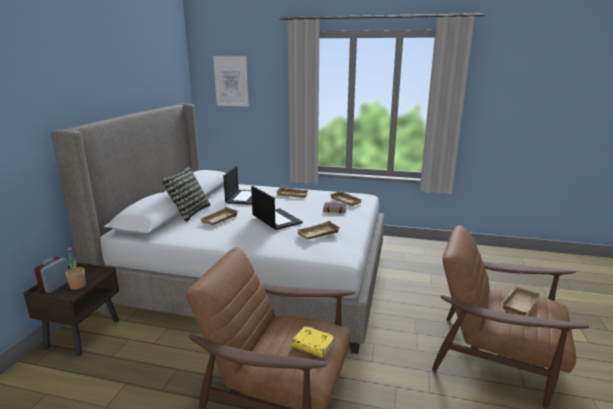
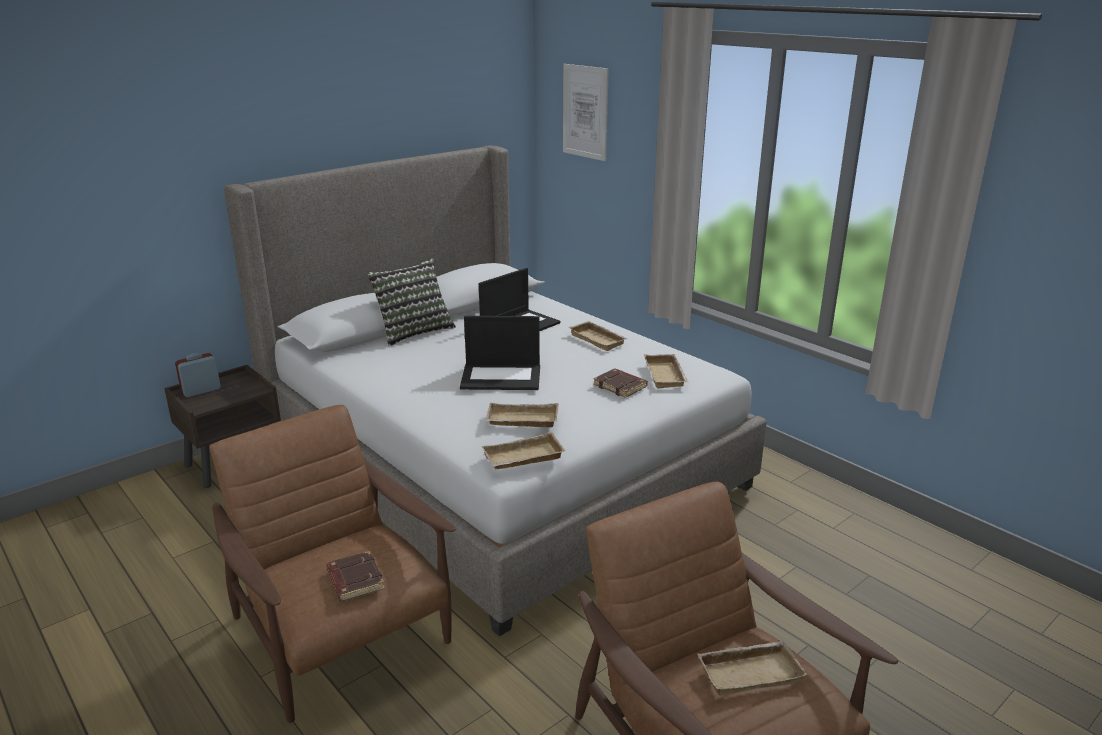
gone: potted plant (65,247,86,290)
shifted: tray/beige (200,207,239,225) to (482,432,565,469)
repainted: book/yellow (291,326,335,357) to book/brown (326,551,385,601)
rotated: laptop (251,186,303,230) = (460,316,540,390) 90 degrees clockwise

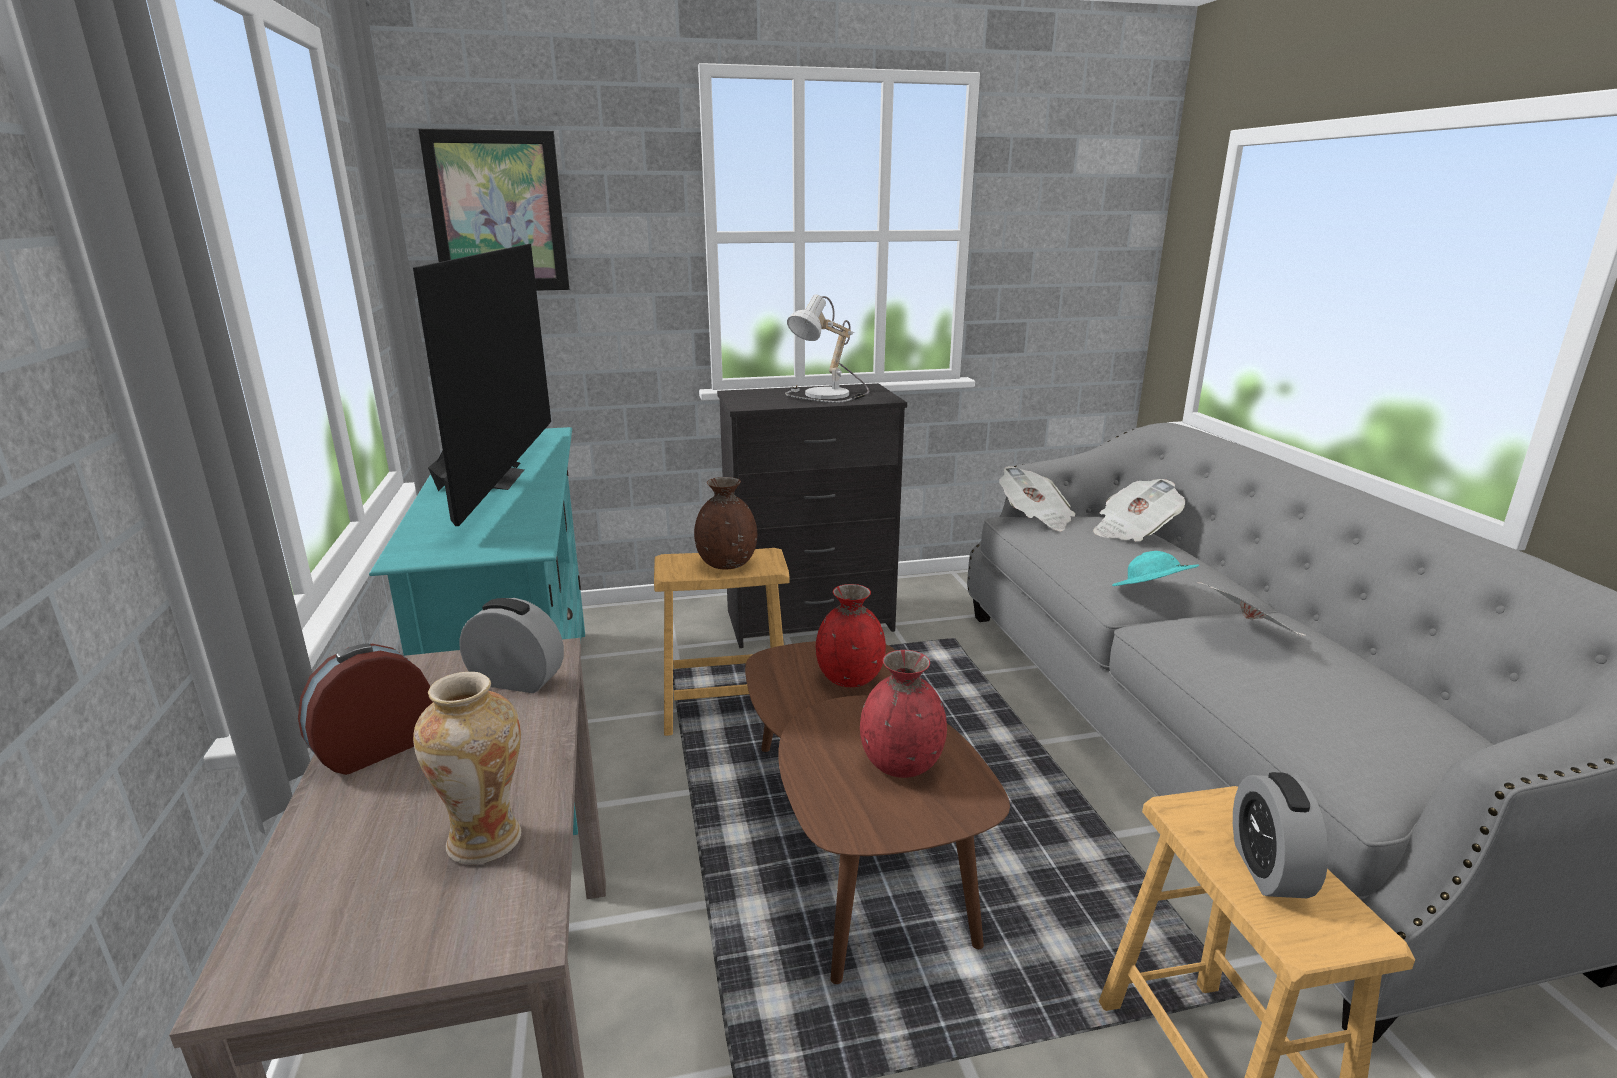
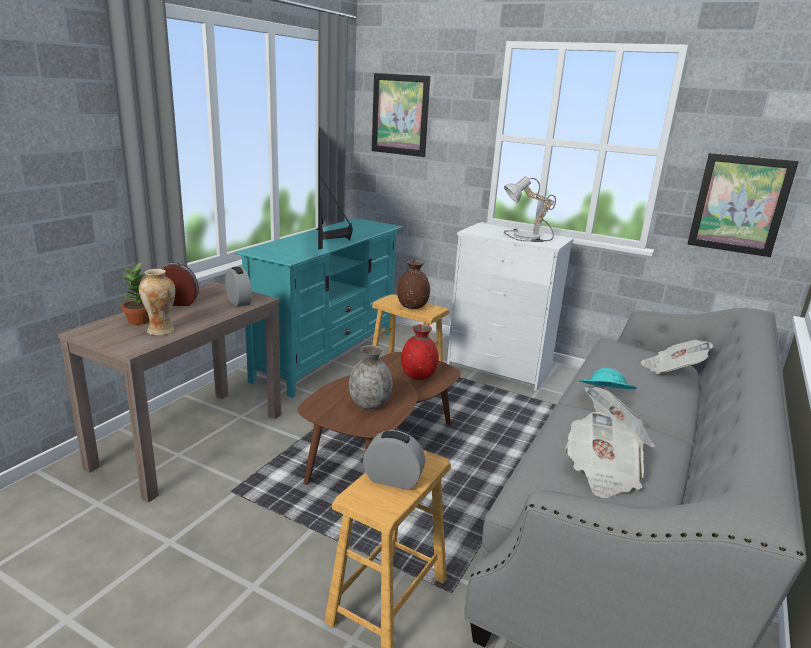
new: potted plant (121,261,149,325); picture (687,153,799,257)
shifted: newspaper (999,466,1075,531) to (566,412,644,498)
repainted: dresser/black (717,383,907,648) to dresser/white (447,223,574,391); vase/red (860,650,947,778) to vase/grey (349,345,392,409)
rotated: television (413,244,551,526) = (317,127,353,250) 135 degrees clockwise; alarm clock (1233,772,1329,898) = (363,430,425,490) 60 degrees clockwise

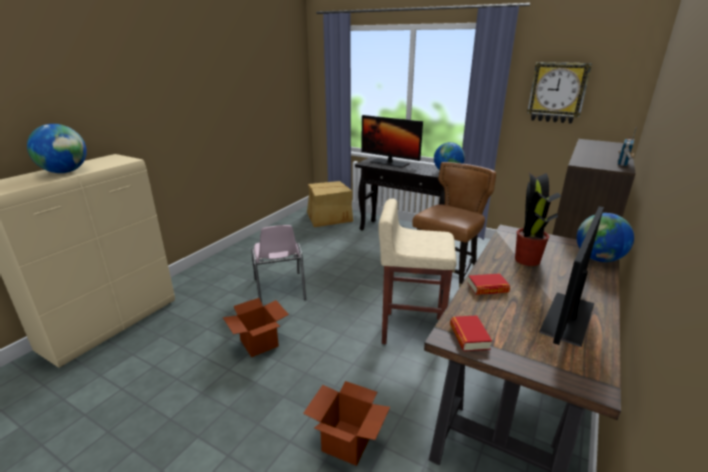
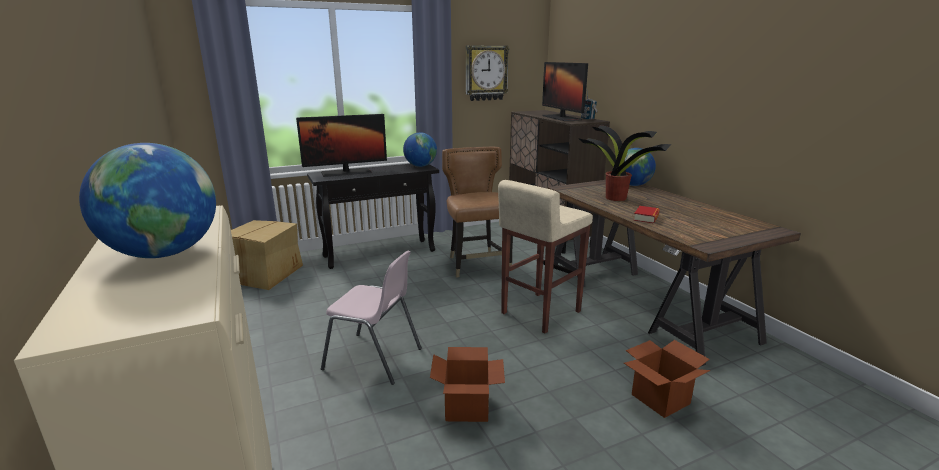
gone: book (450,315,492,351)
shifted: monitor (539,206,604,347) to (542,62,588,121)

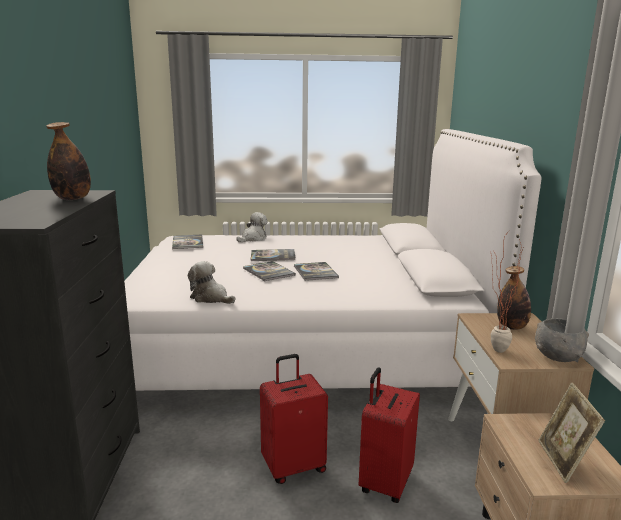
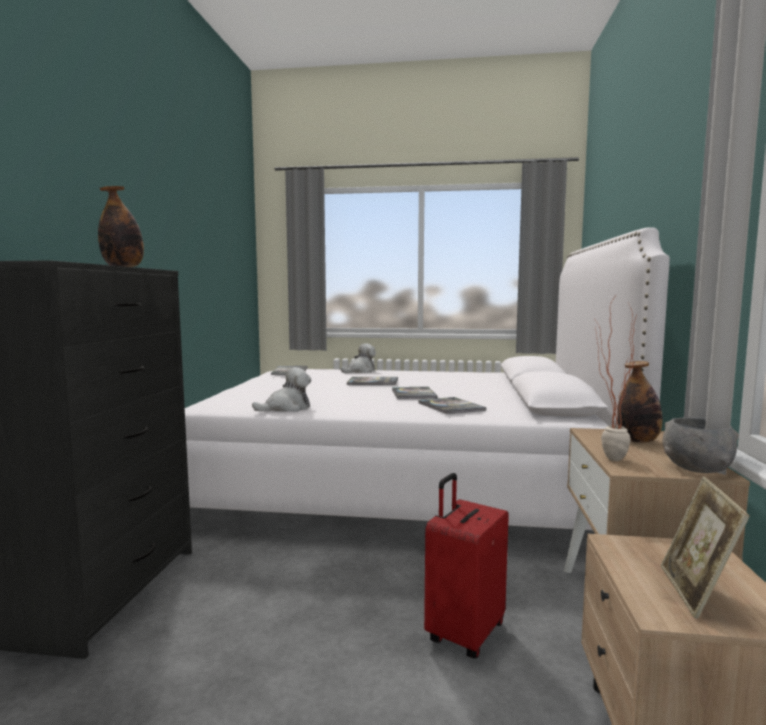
gone: suitcase/red (260,354,328,484)
shifted: book (243,261,296,281) to (419,397,486,414)
rotated: plush toy (188,261,235,304) = (252,367,311,412) 105 degrees clockwise

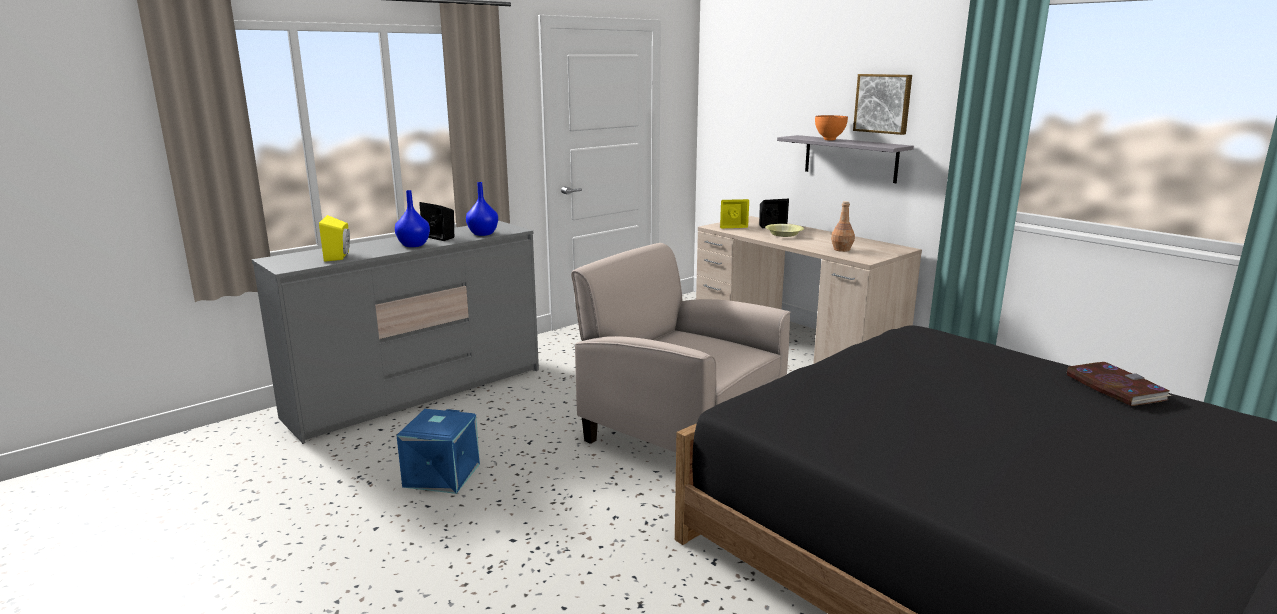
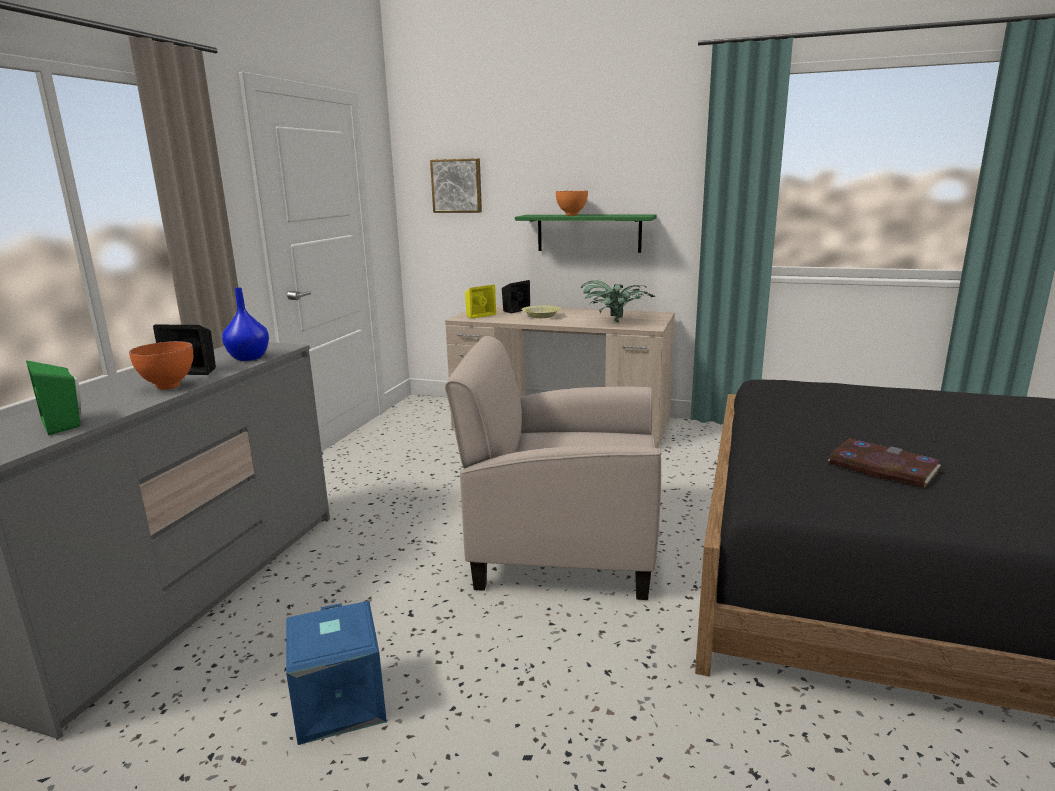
shifted: picture (853,74,912,135) to (430,158,482,213); book (1066,362,1172,406) to (827,438,941,488)
swapped: vase/blue (395,190,430,247) to bowl/orange (129,341,193,390); bottle/brown (831,201,855,252) to potted plant (581,280,656,323)
repainted: speaker/yellow (319,215,350,262) to speaker/green (26,360,81,435); shelf/grey (777,135,914,183) to shelf/green (515,215,657,253)

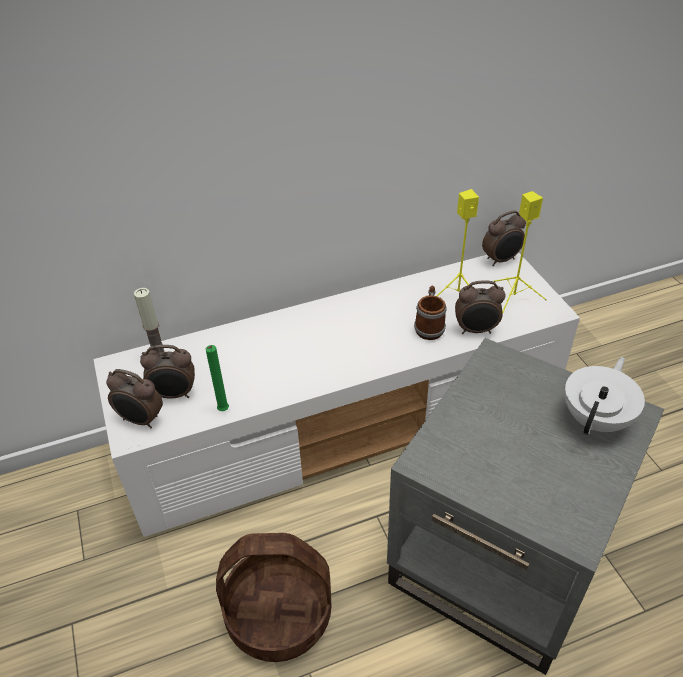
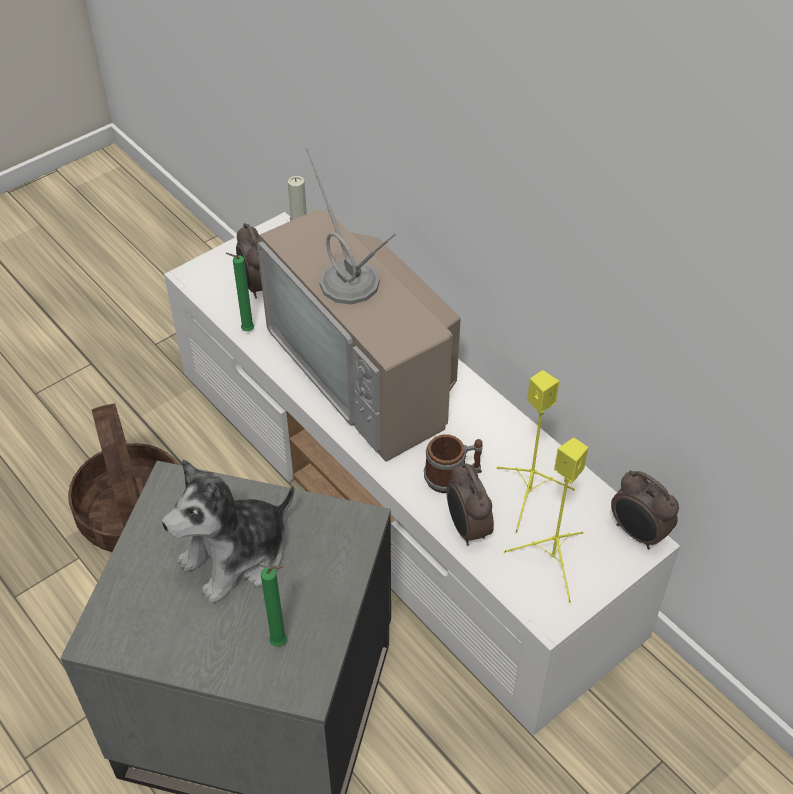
gone: alarm clock (106,369,163,428)
new: plush toy (162,460,294,604); television (257,148,461,462)
swapped: teapot/white (565,357,645,435) to candle/green (261,566,287,647)

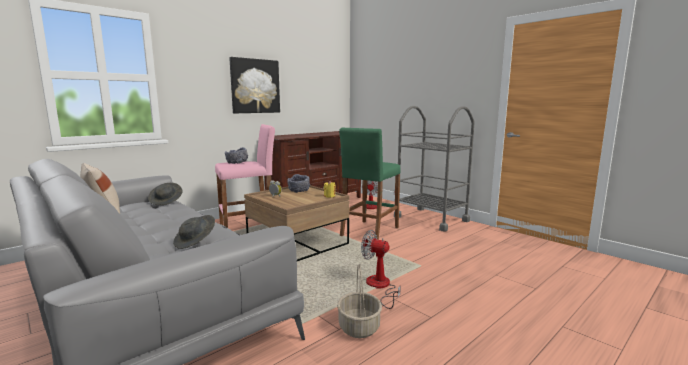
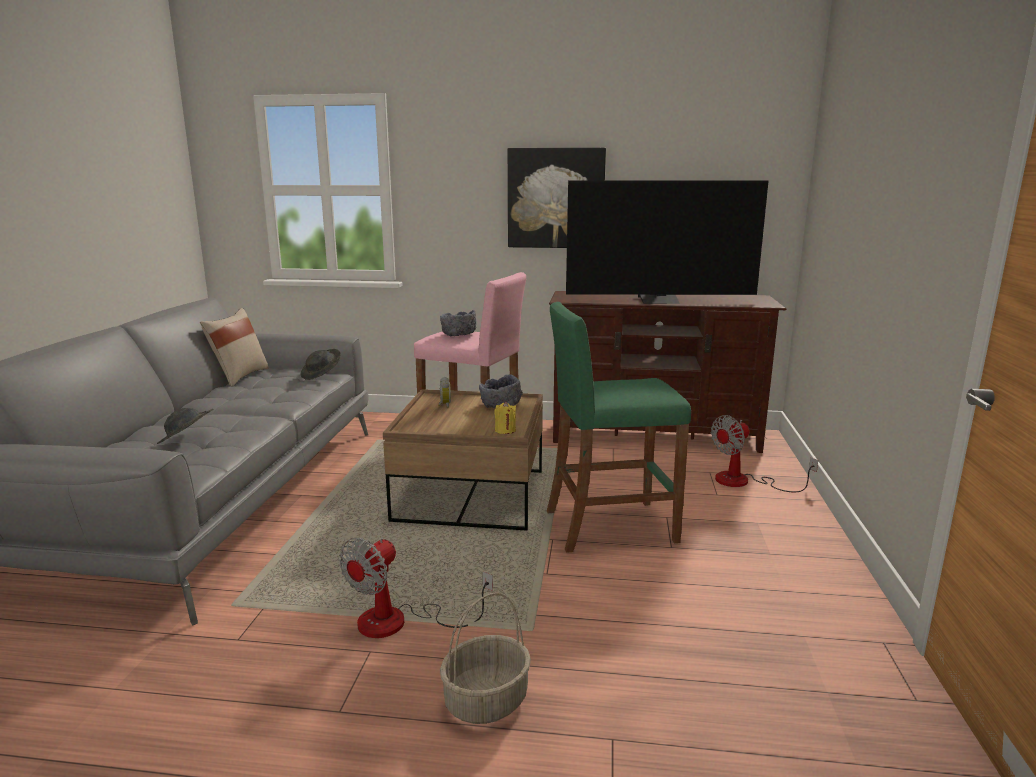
gone: cart/grey (394,106,475,232)
new: television (566,180,769,304)
shifted: basket (337,263,382,338) to (440,592,531,724)
rotated: fan (361,230,401,309) = (339,537,493,638) 135 degrees counterclockwise

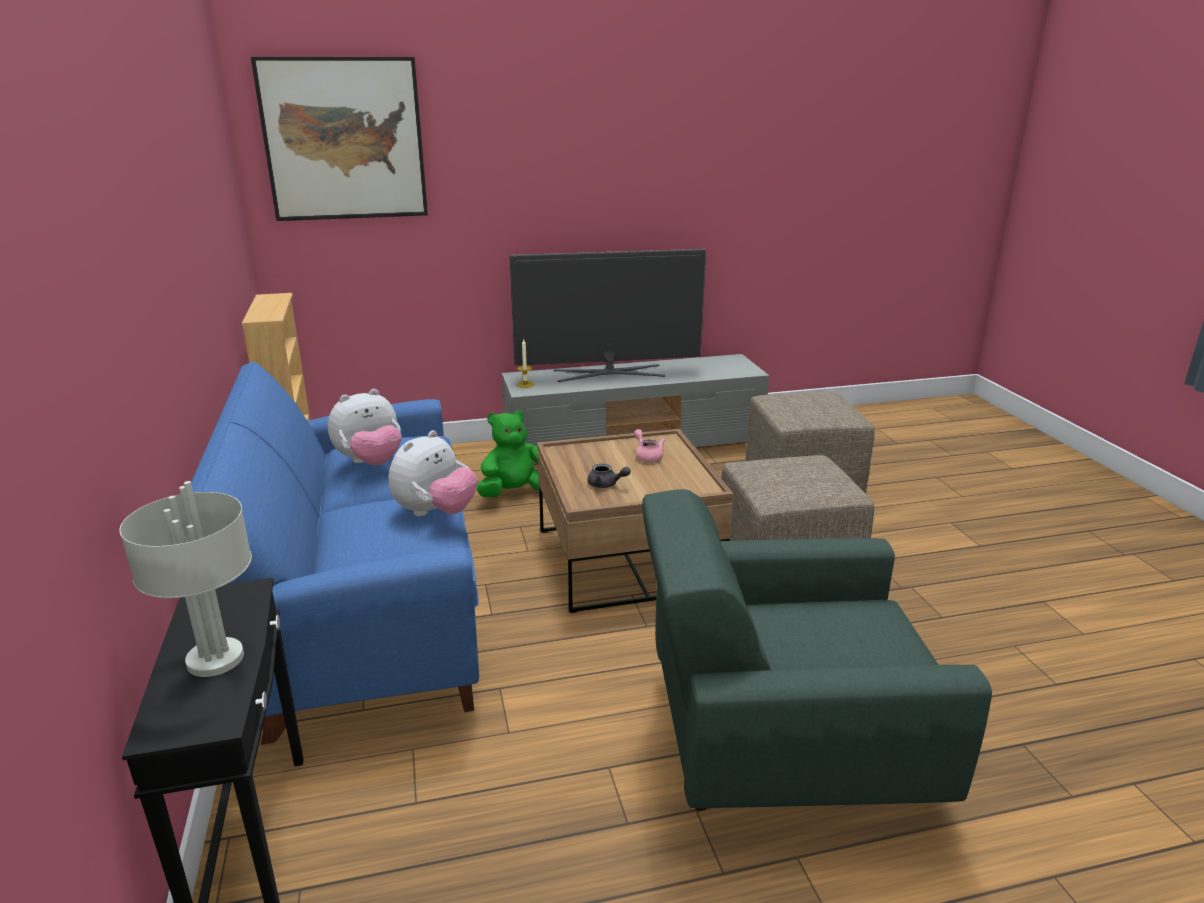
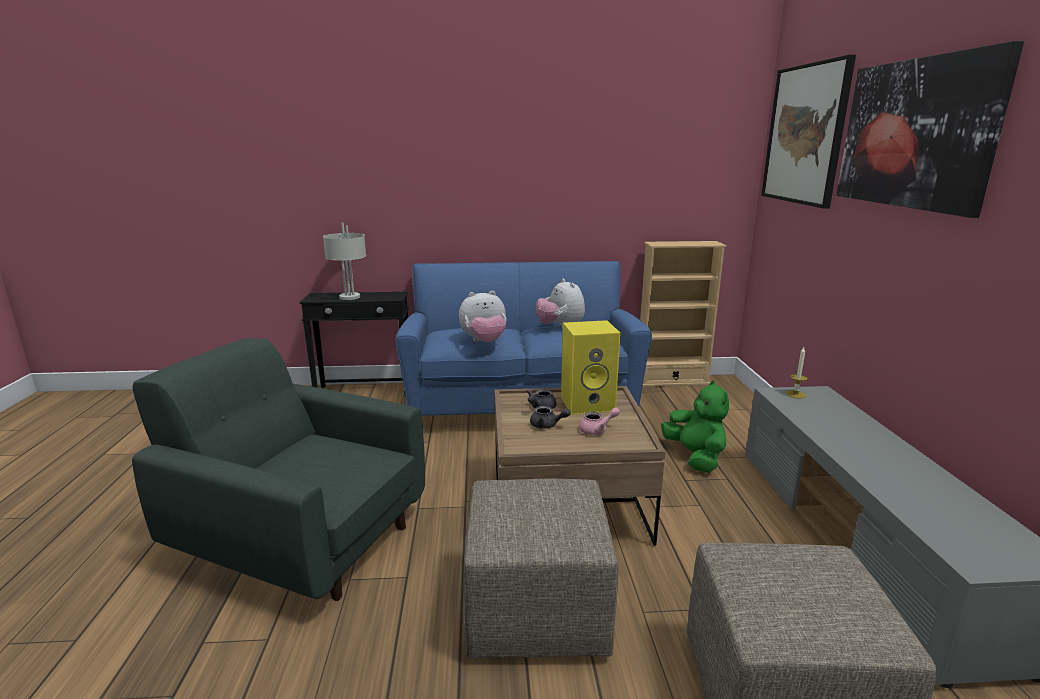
gone: television (509,249,706,382)
new: teapot/grey (530,406,571,429); speaker/yellow (561,320,621,415); picture (836,41,1024,218)
rotated: plush toy (389,430,478,517) = (459,291,507,342) 60 degrees counterclockwise; armchair/green (642,489,992,811) = (132,338,425,601) 75 degrees counterclockwise

